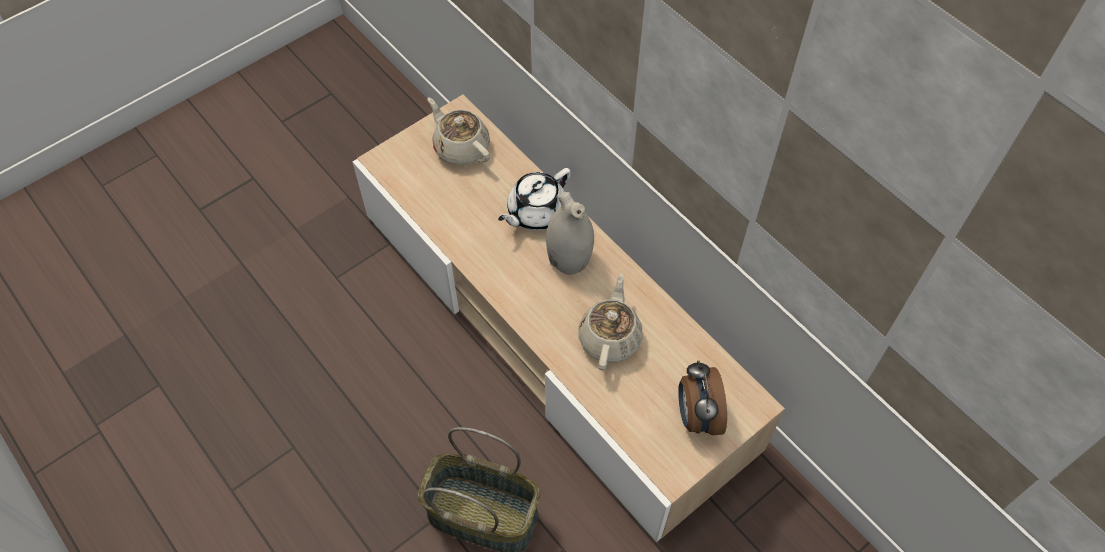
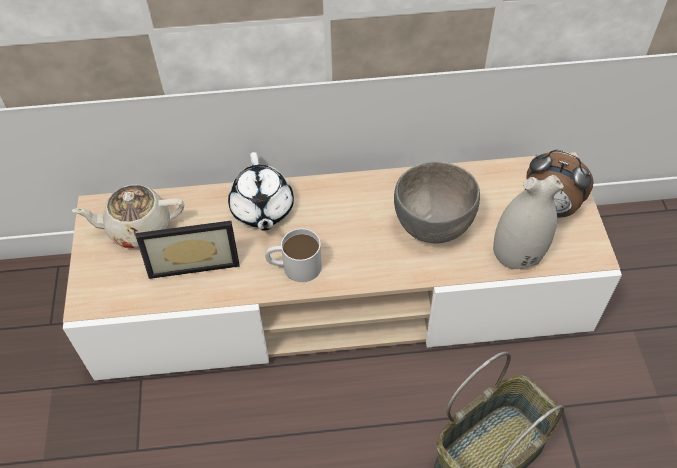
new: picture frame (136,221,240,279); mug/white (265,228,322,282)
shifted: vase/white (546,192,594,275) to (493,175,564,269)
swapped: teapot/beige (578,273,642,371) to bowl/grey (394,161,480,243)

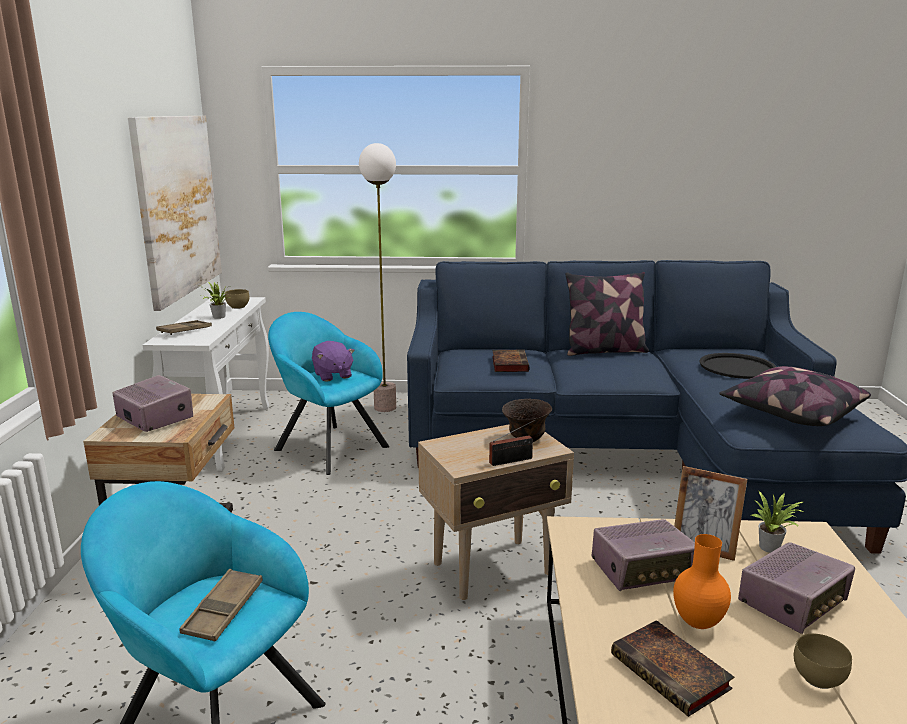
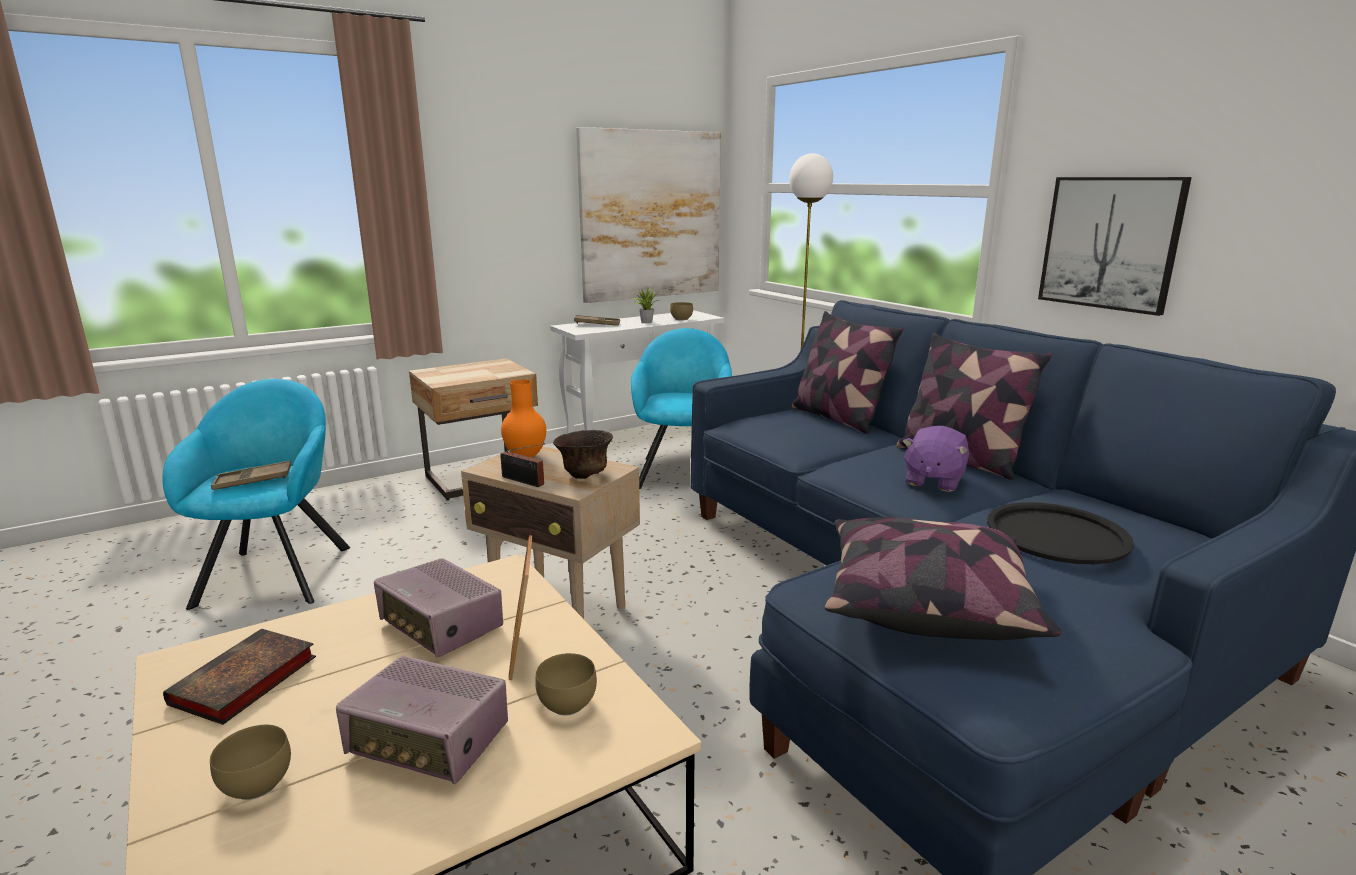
gone: radio (112,375,193,432); book (492,350,529,372)
new: pillow (792,311,903,434); picture (1038,177,1192,316)
shifted: plush toy/purple (312,341,355,382) to (902,426,969,492); vase/orange (673,534,731,629) to (501,379,546,458)
swapped: potted plant (750,491,804,553) to bowl/brown (535,653,597,715)

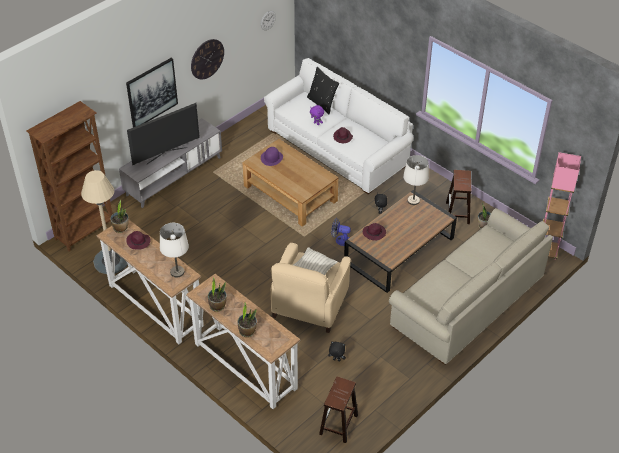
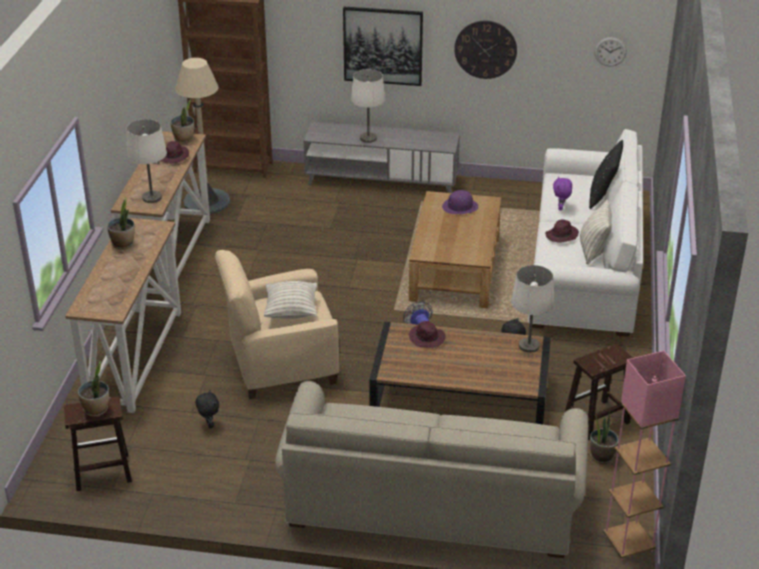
new: pillow (580,200,612,265)
shifted: potted plant (238,303,257,337) to (78,361,109,417)
swapped: television (127,103,200,165) to table lamp/white (351,69,385,143)

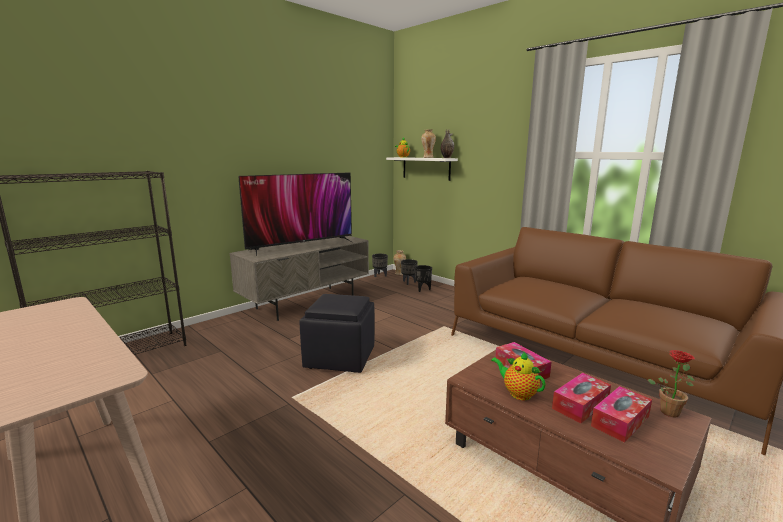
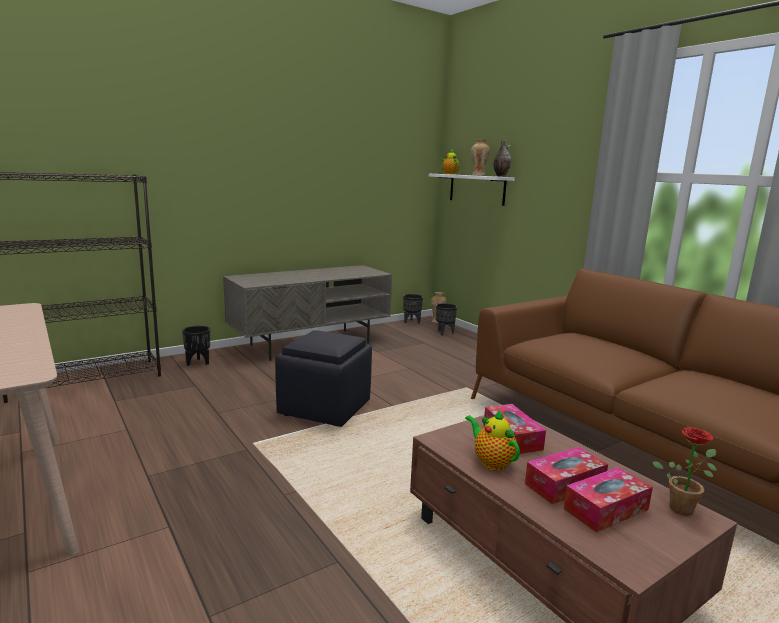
gone: television (239,172,352,256)
shifted: planter/black (415,265,432,292) to (182,326,210,366)

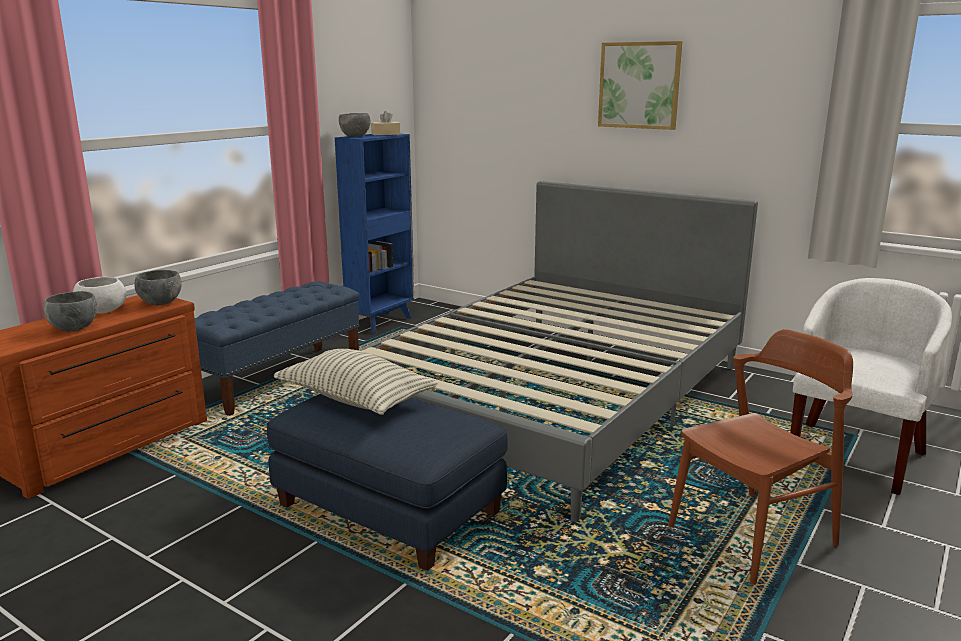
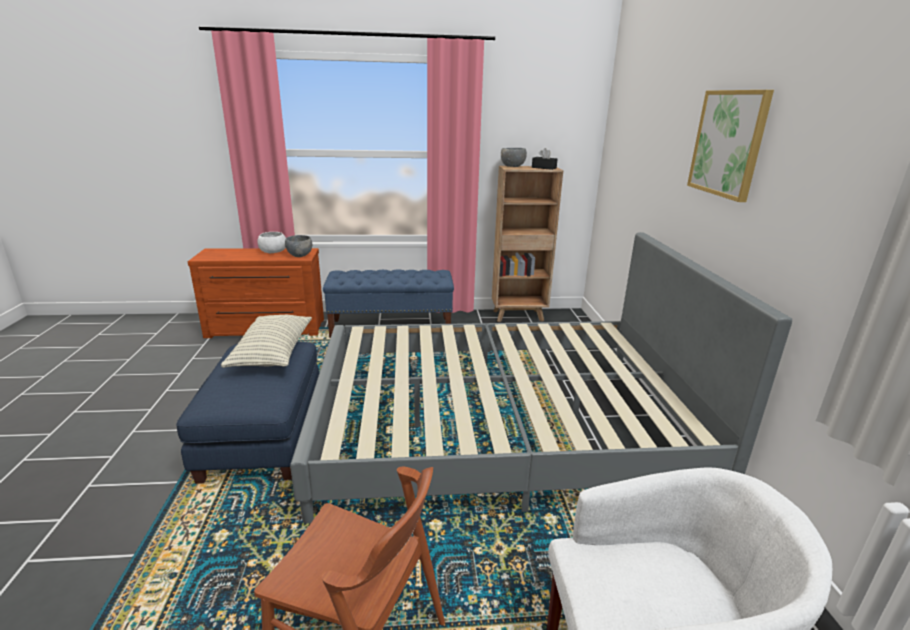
gone: bowl/grey (43,291,97,332)
repainted: bookcase/blue (335,134,414,333) to bookcase/brown (492,166,563,322); tissue box/beige (371,111,400,135) to tissue box/black (532,148,557,170)

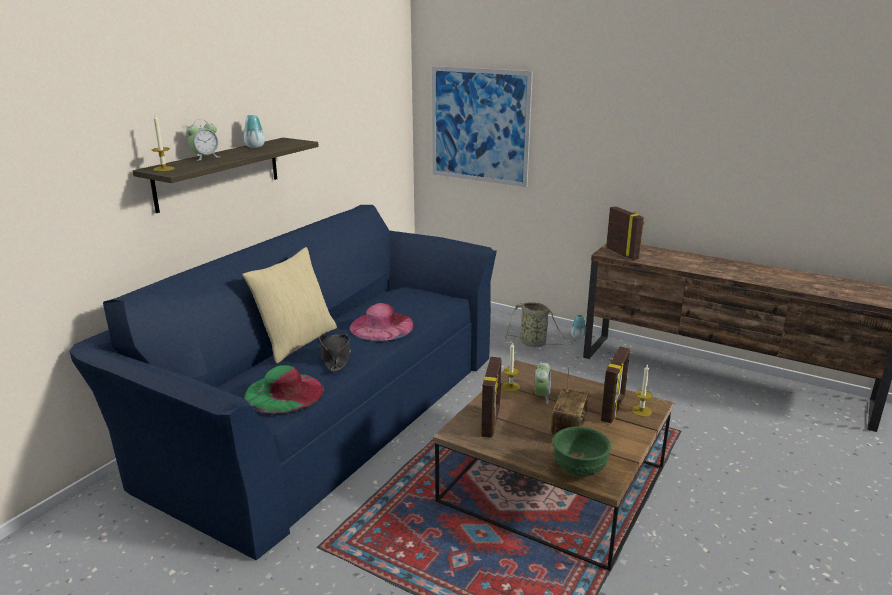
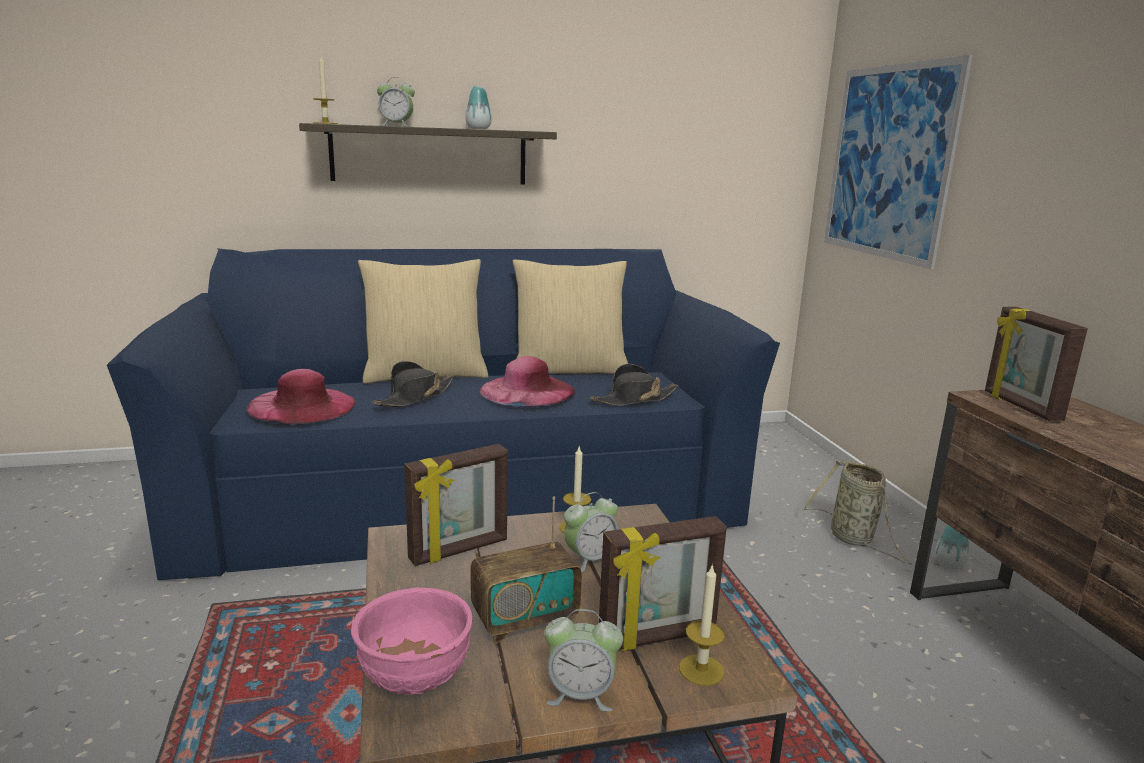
new: pillow/beige (513,260,628,374); alarm clock (544,609,623,712); hat/black (590,364,678,406)
repainted: hat/green (244,365,324,414) to hat/pink (246,369,356,425); bowl/green (552,427,611,477) to bowl/pink (351,587,473,695)
rotated: picture frame (606,206,644,260) = (985,307,1088,421) 150 degrees clockwise

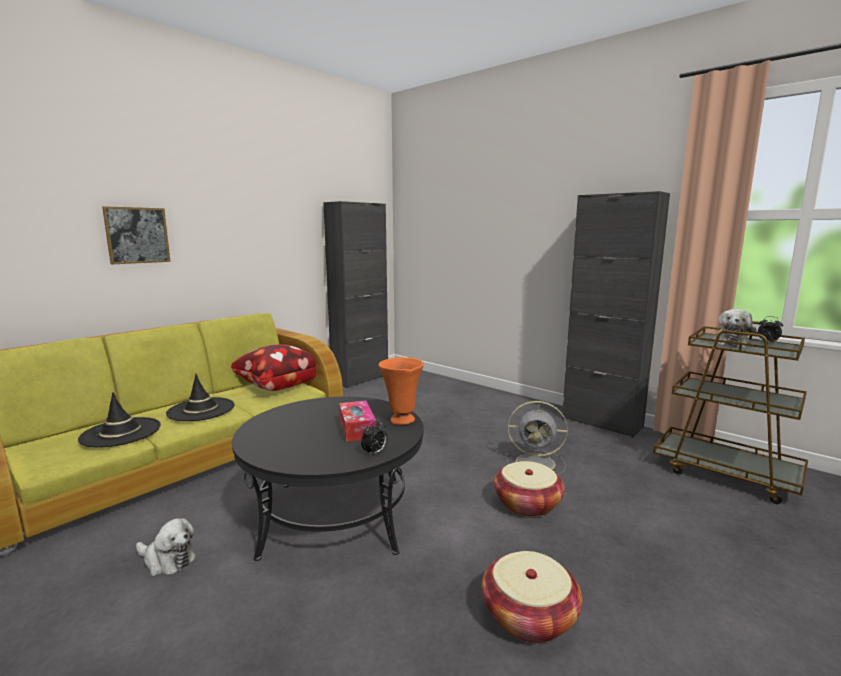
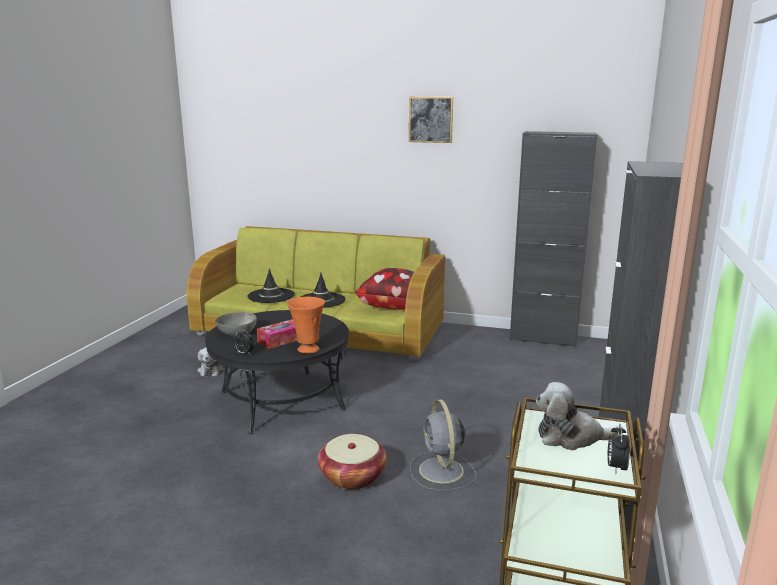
gone: basket (482,551,582,643)
new: bowl/grey (216,312,257,336)
shifted: picture (102,206,171,264) to (409,97,453,143)

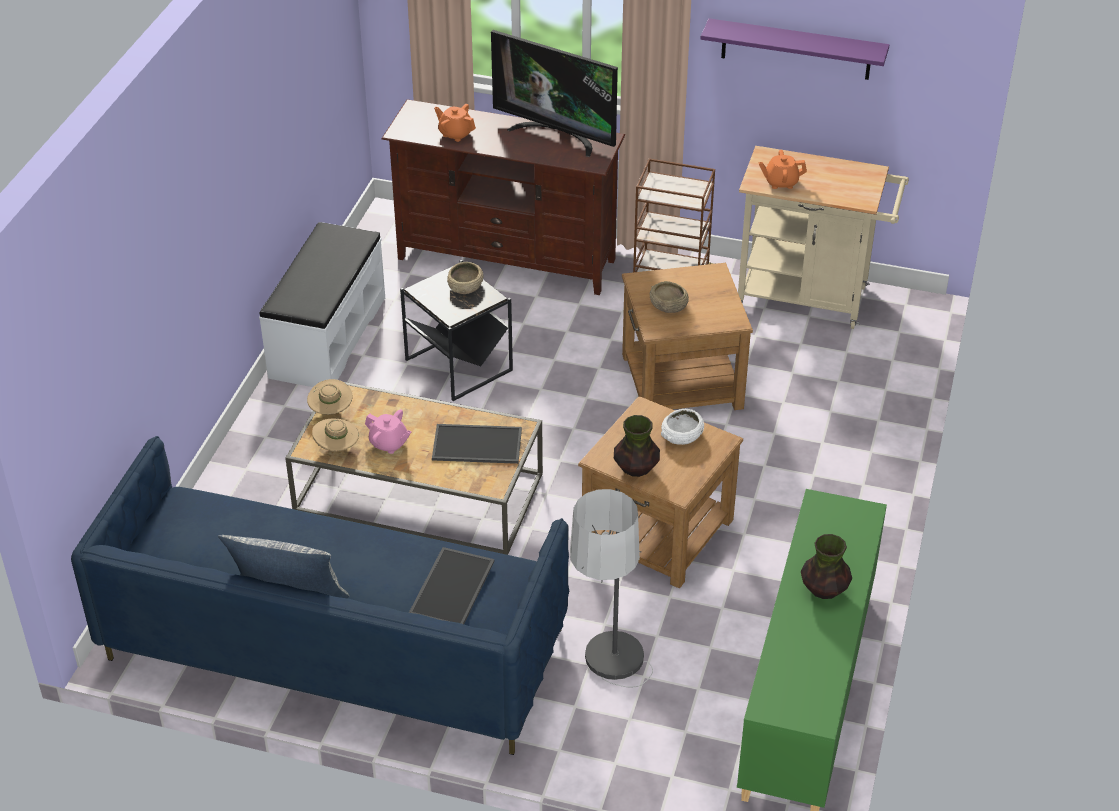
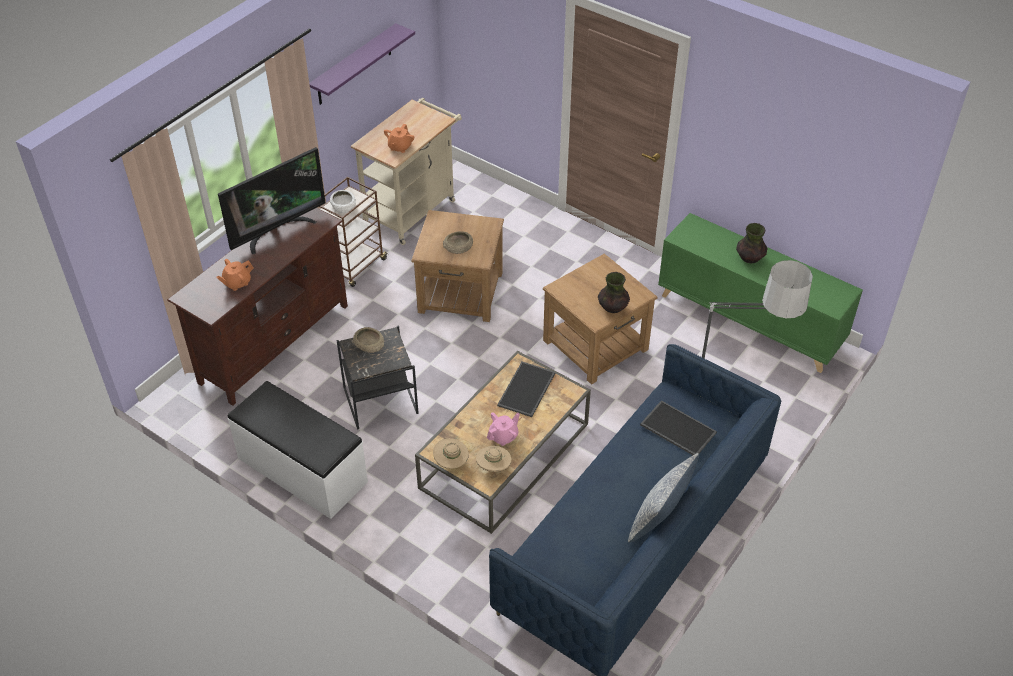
shifted: bowl/white (661,409,704,445) to (330,190,356,213)

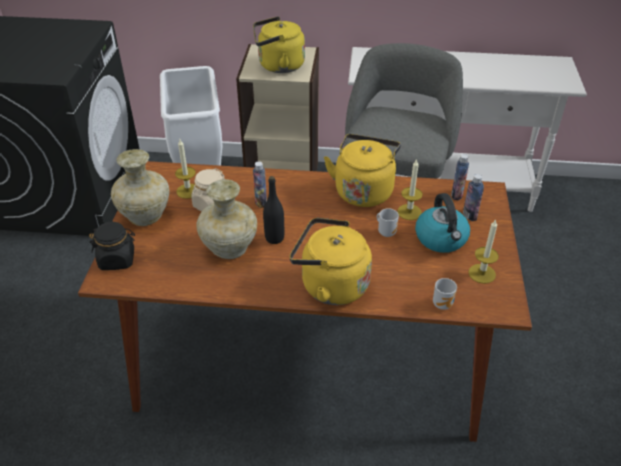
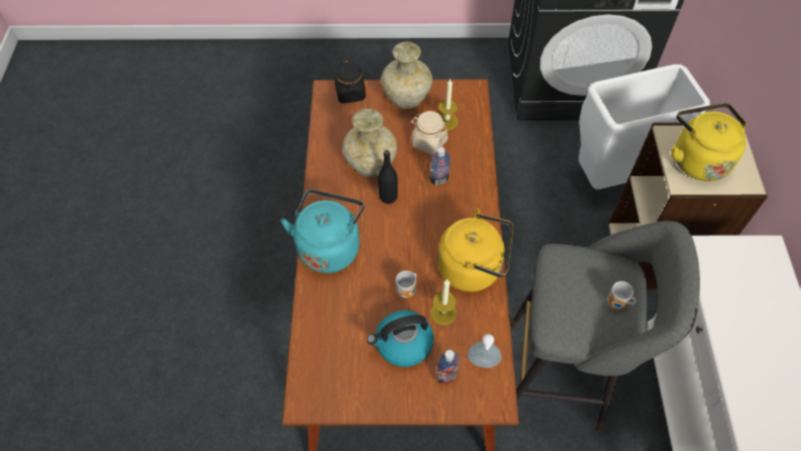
gone: candle (469,219,499,284)
shifted: mug (433,278,457,310) to (607,281,636,309)
swapped: bottle (451,154,469,200) to soap dispenser (467,334,501,368)
repainted: kettle/yellow (289,218,372,305) to kettle/turquoise (281,189,364,273)

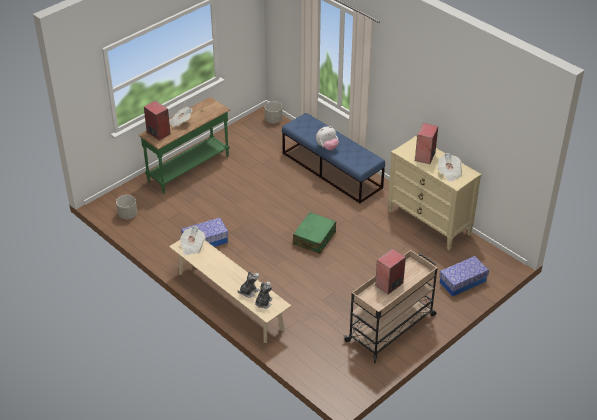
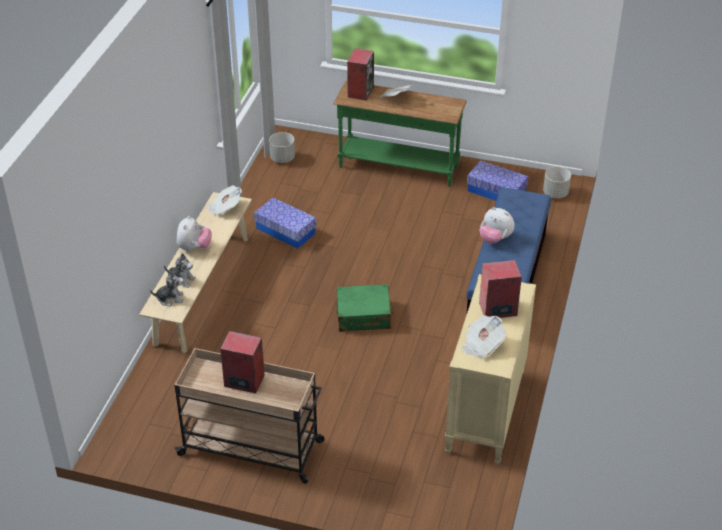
new: plush toy (177,216,212,251)
shifted: storage box (439,256,489,296) to (467,160,528,201)

